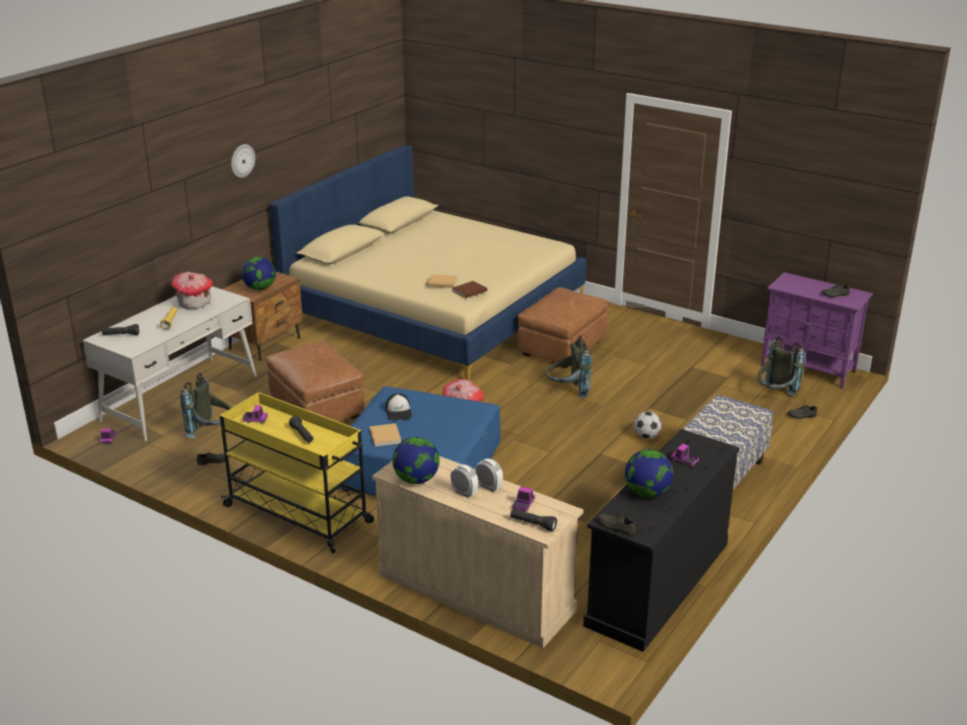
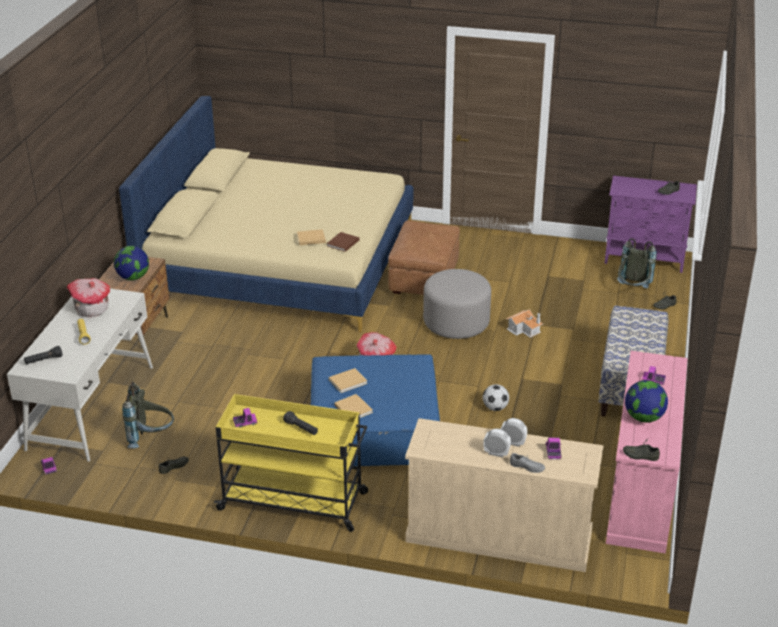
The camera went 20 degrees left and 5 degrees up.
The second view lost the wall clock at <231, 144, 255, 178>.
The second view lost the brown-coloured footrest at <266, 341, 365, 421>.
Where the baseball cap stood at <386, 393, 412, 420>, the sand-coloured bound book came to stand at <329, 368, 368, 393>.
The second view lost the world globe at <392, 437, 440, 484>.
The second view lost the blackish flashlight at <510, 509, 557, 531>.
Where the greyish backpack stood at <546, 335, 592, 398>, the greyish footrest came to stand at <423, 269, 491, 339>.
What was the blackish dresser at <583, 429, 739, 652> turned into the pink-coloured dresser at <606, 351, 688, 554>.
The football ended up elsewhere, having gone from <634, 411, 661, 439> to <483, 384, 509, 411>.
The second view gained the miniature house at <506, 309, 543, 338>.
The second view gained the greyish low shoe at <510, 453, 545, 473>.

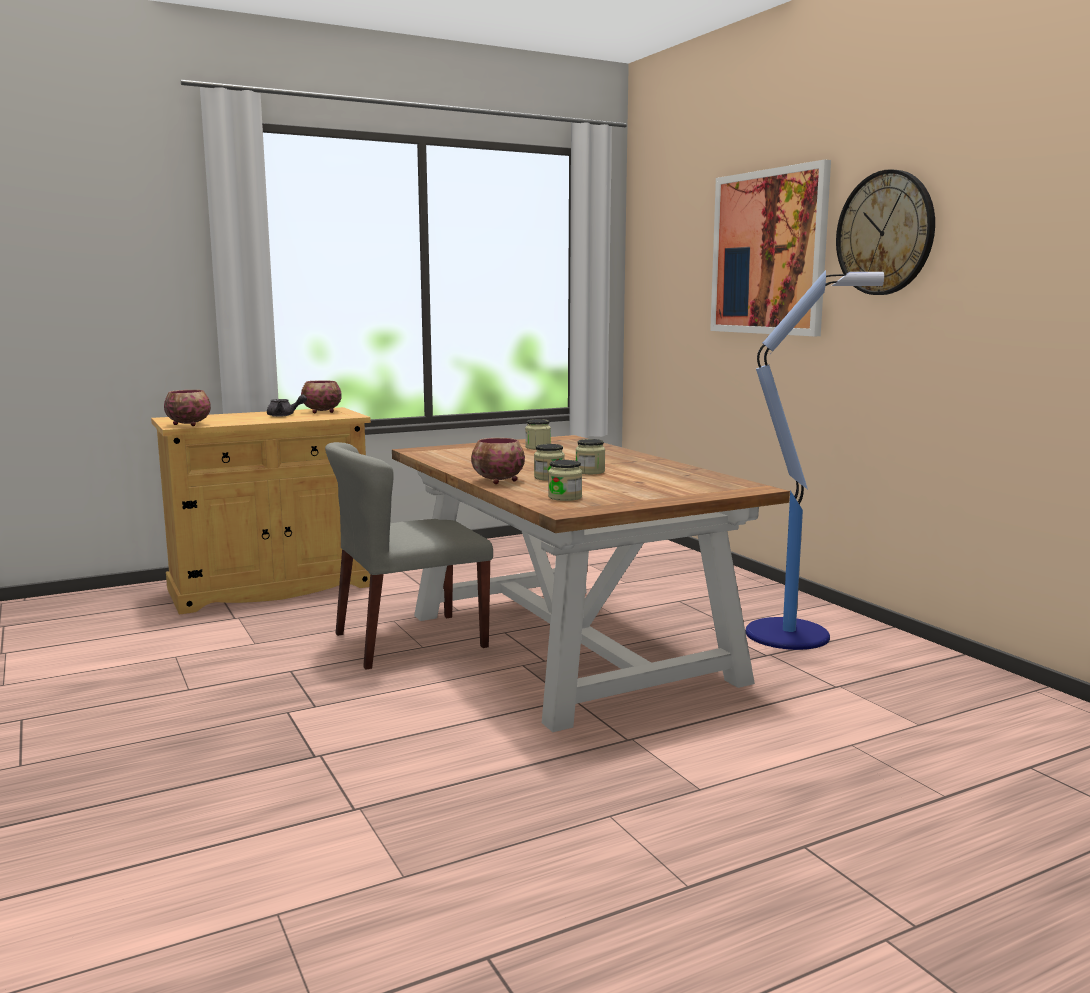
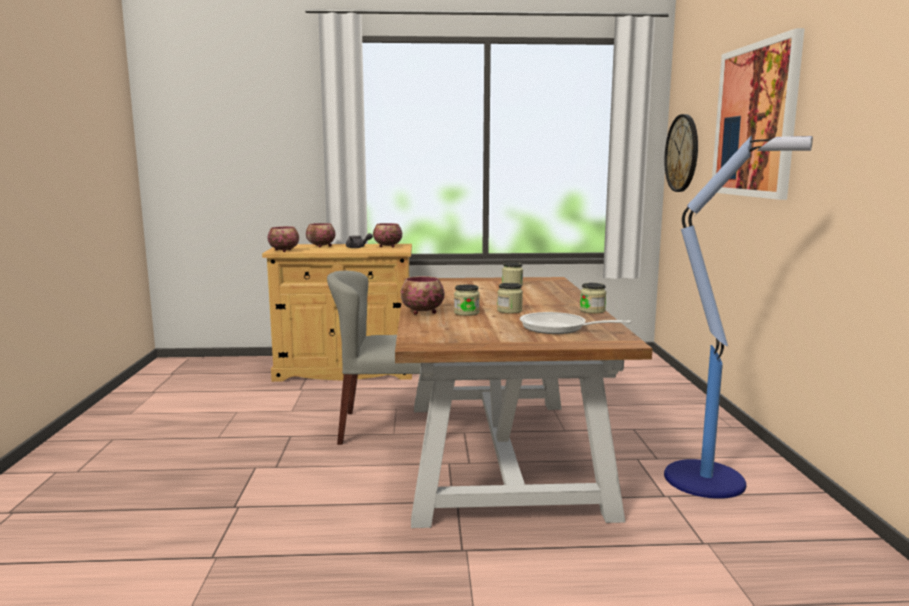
The camera went 25 degrees right and 0 degrees up.
The preserve jar ended up elsewhere, having gone from <548, 460, 582, 501> to <580, 283, 606, 314>.
The wall clock ended up elsewhere, having gone from <836, 169, 935, 295> to <664, 114, 698, 192>.
The second view gained the deep dish at <306, 223, 335, 248>.
The second view gained the skillet at <519, 312, 631, 334>.

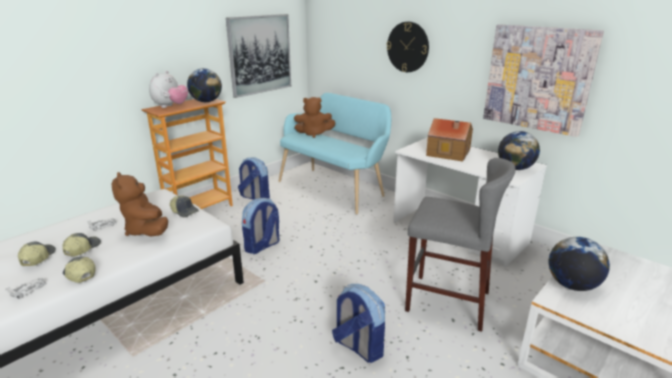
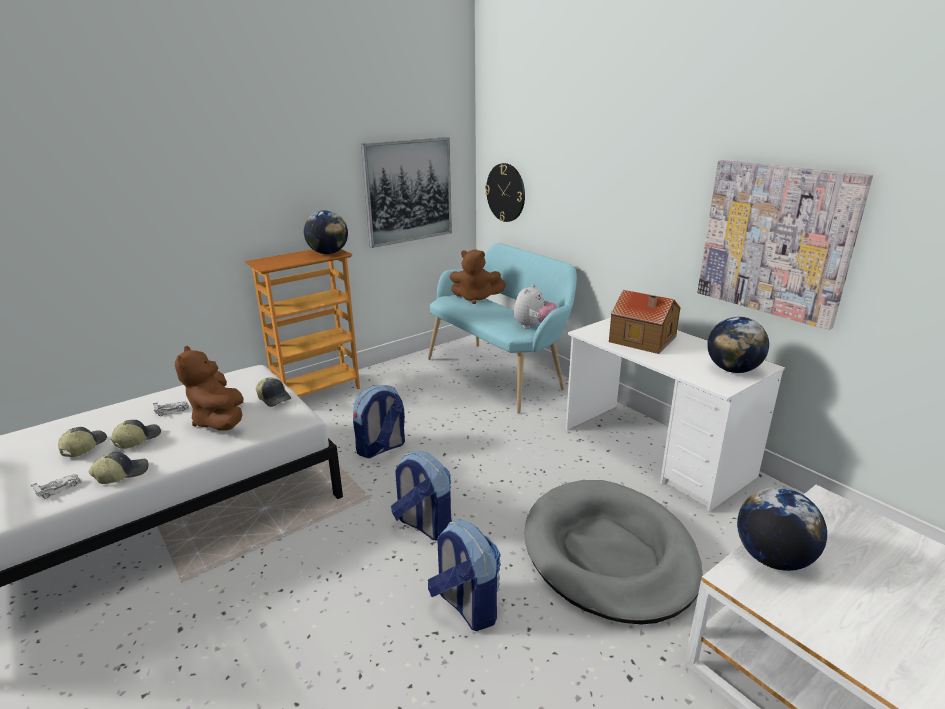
The camera went 10 degrees right and 0 degrees up.
The baseball cap at <63, 257, 96, 283> ended up facing another way, 90 degrees clockwise from before.
The soft toy ended up elsewhere, having gone from <149, 71, 188, 108> to <514, 284, 557, 329>.
The backpack ended up elsewhere, having gone from <238, 157, 270, 200> to <391, 451, 452, 540>.
The wall clock ended up elsewhere, having gone from <387, 22, 429, 72> to <485, 163, 525, 222>.
Where the greyish stool stood at <405, 158, 516, 332>, the greyish pet bed came to stand at <524, 480, 702, 625>.

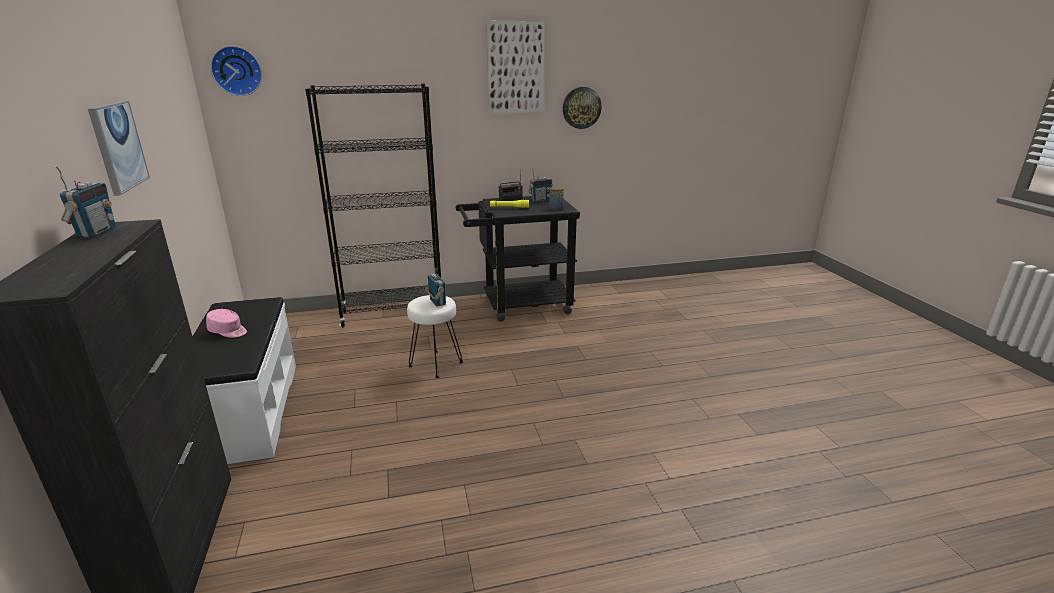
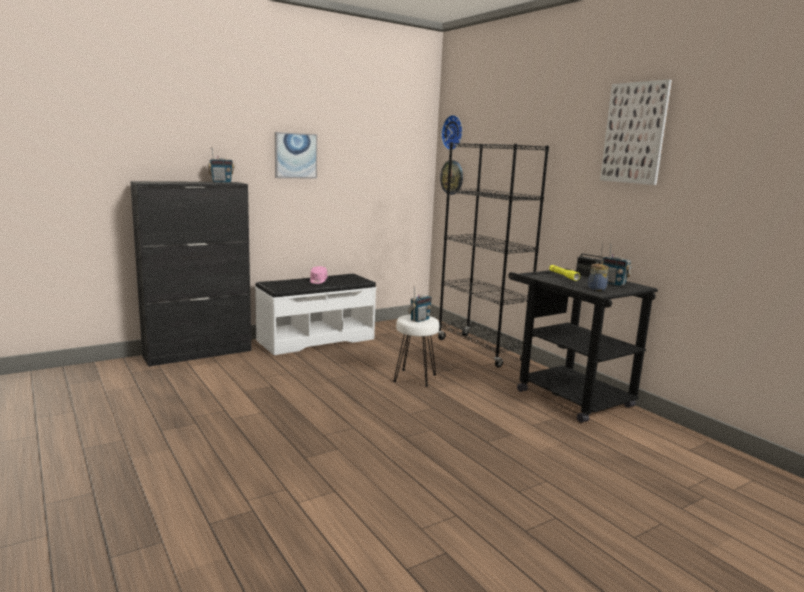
The camera went 70 degrees right and 10 degrees down.
The wall clock ended up elsewhere, having gone from <563, 87, 602, 129> to <440, 160, 463, 195>.

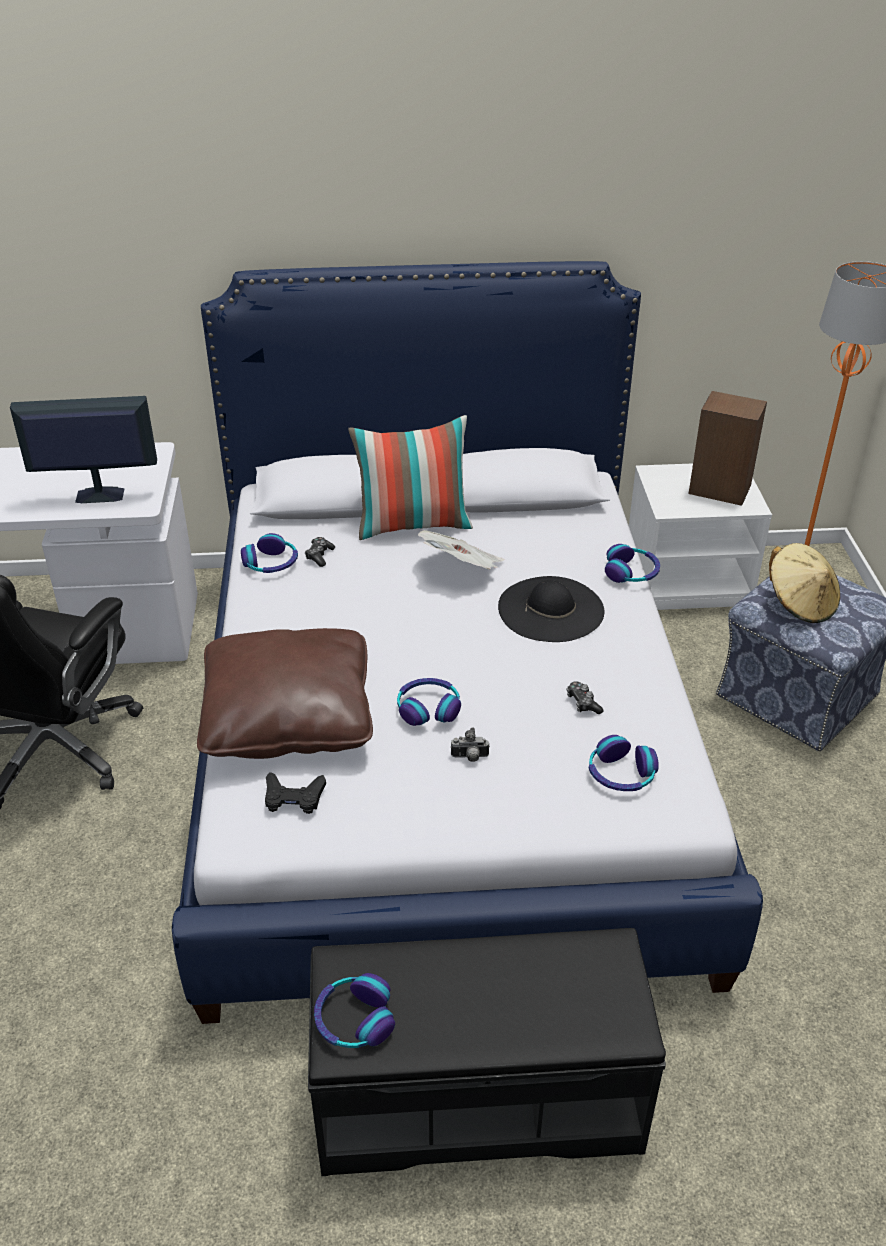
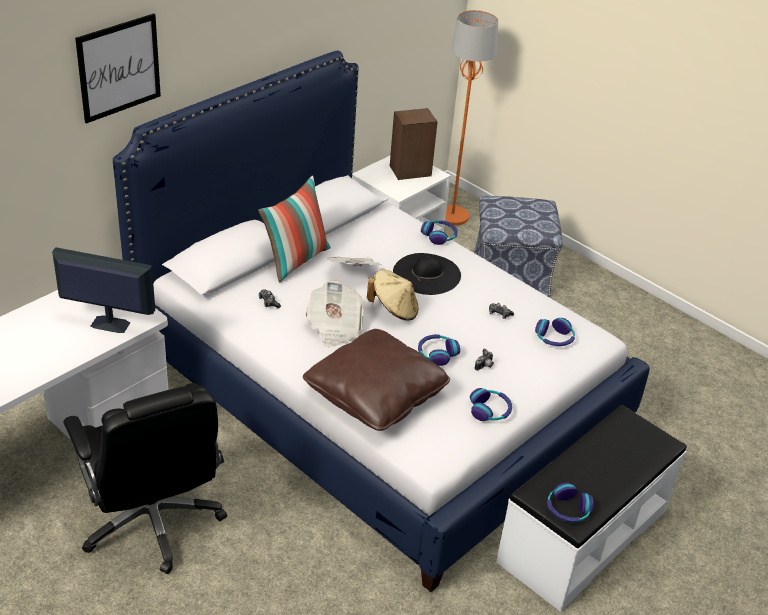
The camera went 45 degrees left and 0 degrees up.
The computer display at <10, 396, 157, 503> ended up facing another way, 60 degrees clockwise from before.
The pair of headphones ended up elsewhere, having gone from <241, 533, 298, 573> to <470, 388, 512, 421>.
The second view lost the blackish gamepad at <265, 772, 326, 814>.
What was the blackish long seat at <308, 928, 666, 1176> turned into the whitish long seat at <496, 405, 687, 612>.
The sand-coloured hat ended up elsewhere, having gone from <769, 543, 840, 623> to <367, 270, 419, 320>.
The second view gained the wall art at <75, 13, 161, 124>.
The second view gained the newspaper at <305, 281, 364, 348>.

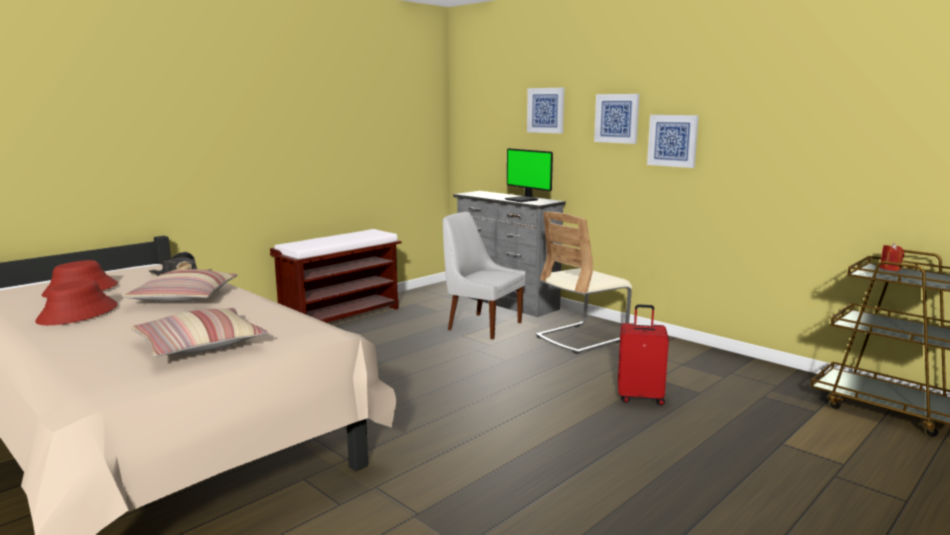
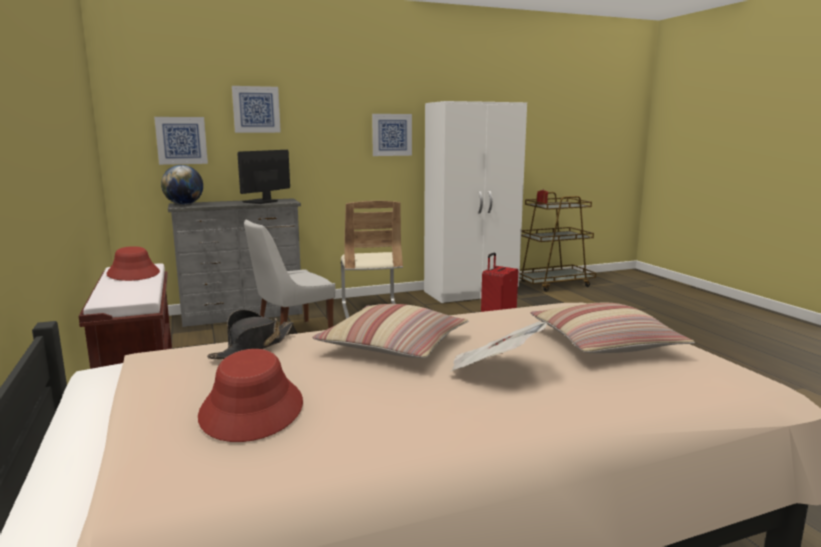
The camera went 65 degrees left and 0 degrees up.
The red-coloured hat ended up elsewhere, having gone from <35, 279, 118, 325> to <106, 246, 160, 281>.
The computer display at <505, 148, 553, 202> ended up facing another way, 135 degrees clockwise from before.
The wall art ended up elsewhere, having gone from <594, 94, 639, 144> to <154, 117, 208, 165>.
The second view gained the world globe at <161, 165, 203, 205>.
The second view gained the whitish armoire at <424, 101, 527, 303>.
The second view gained the newspaper at <450, 321, 547, 372>.

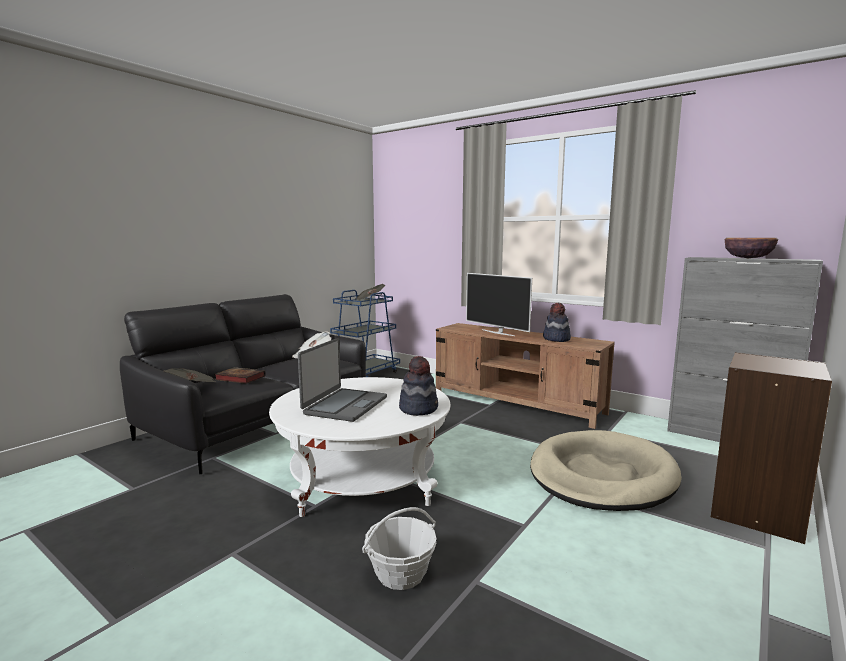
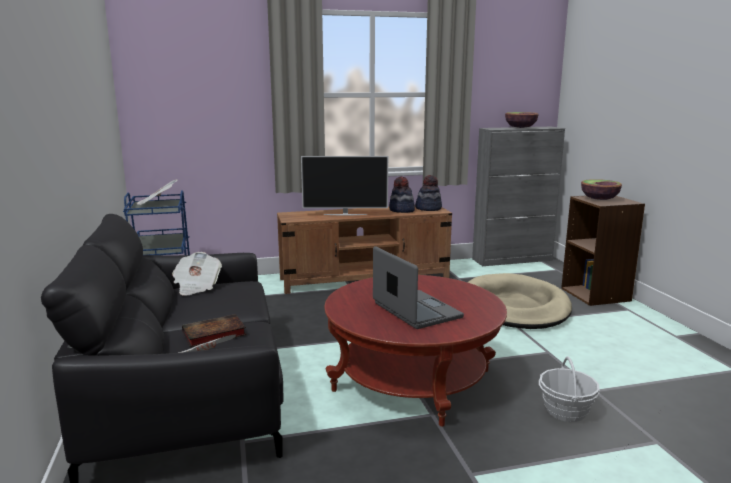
The camera went 50 degrees left and 5 degrees up.
What was the whitish lounge table at <269, 377, 451, 517> turned into the red-coloured lounge table at <324, 275, 507, 427>.
The hat ended up elsewhere, having gone from <399, 356, 438, 416> to <415, 175, 442, 211>.
The second view gained the deep dish at <581, 179, 622, 200>.

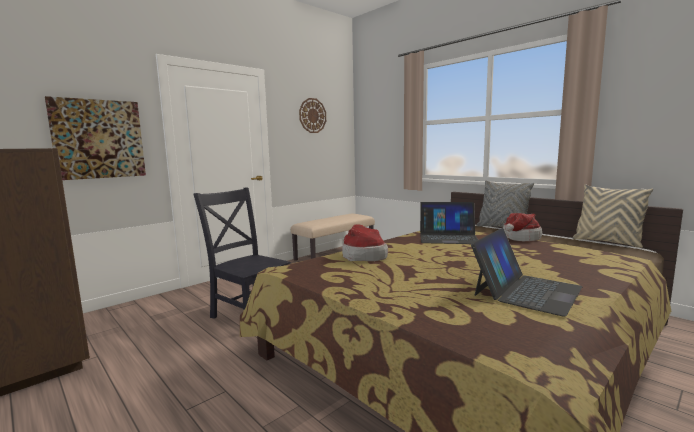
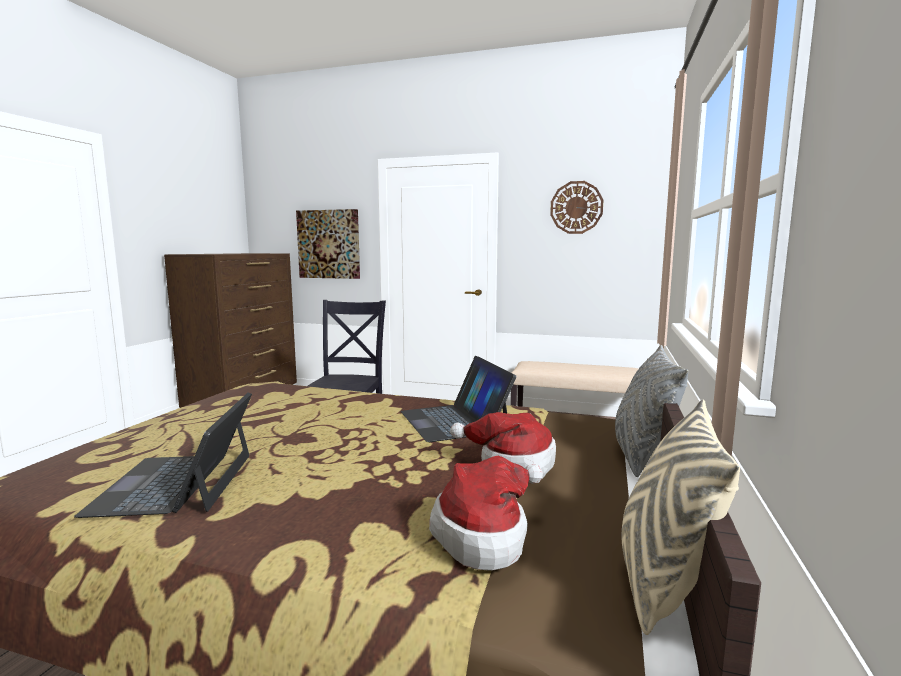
The camera went 60 degrees right and 0 degrees up.
The hat ended up elsewhere, having gone from <342, 224, 388, 261> to <429, 456, 543, 571>.
The laptop at <471, 228, 583, 316> ended up facing another way, 75 degrees clockwise from before.

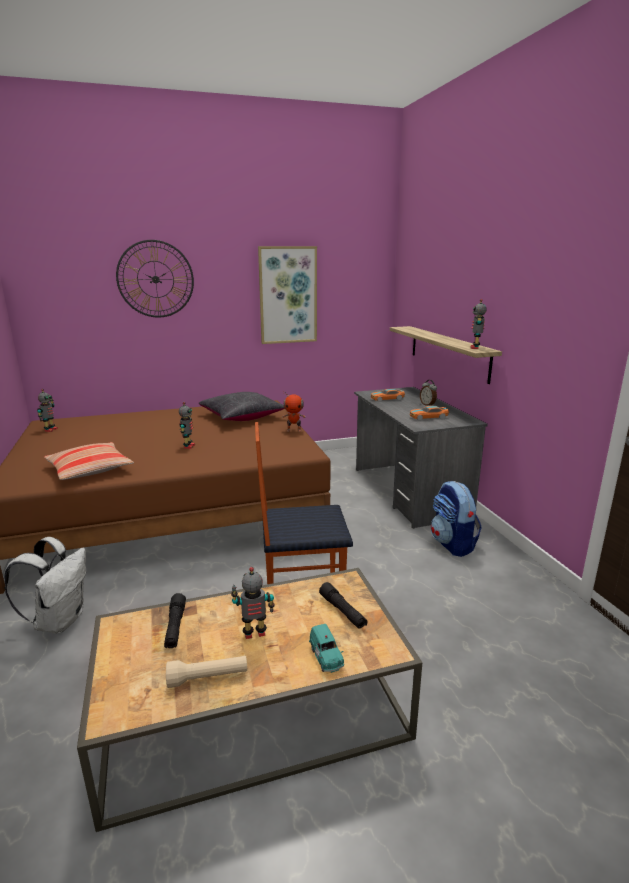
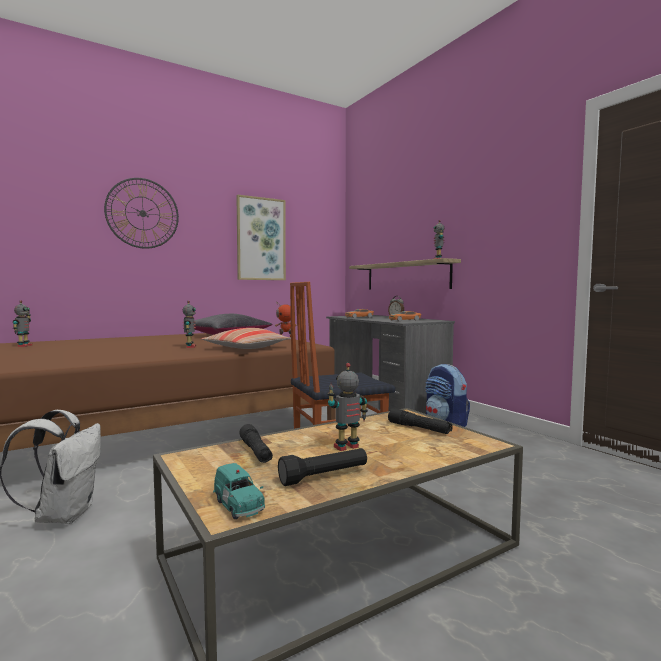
The camera went 15 degrees left and 15 degrees down.
The throw pillow ended up elsewhere, having gone from <44, 442, 134, 480> to <201, 328, 291, 349>.
What was the sand-coloured flashlight at <166, 656, 247, 688> turned into the blackish flashlight at <278, 448, 367, 486>.
The turquoise-coloured toy car ended up elsewhere, having gone from <309, 624, 344, 673> to <213, 463, 265, 519>.

